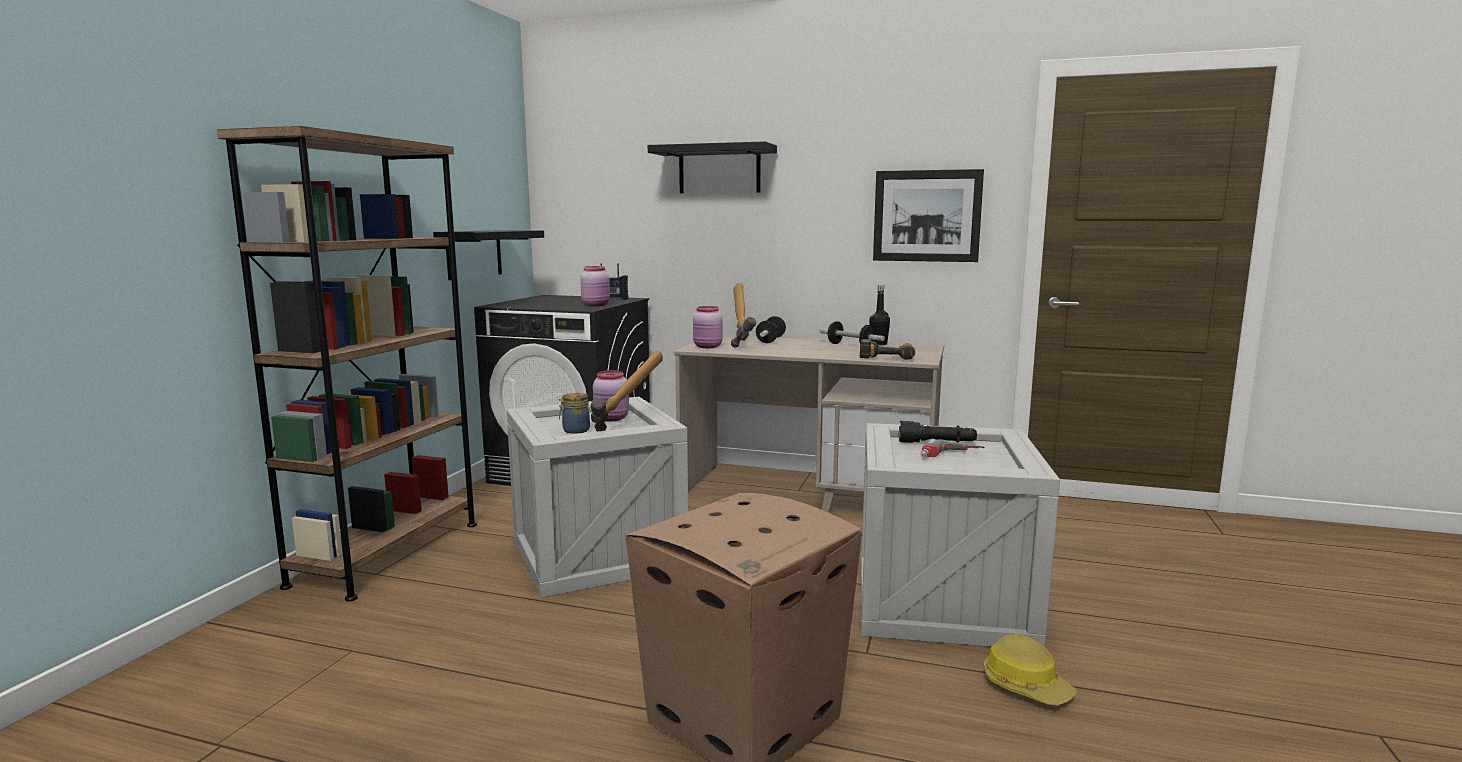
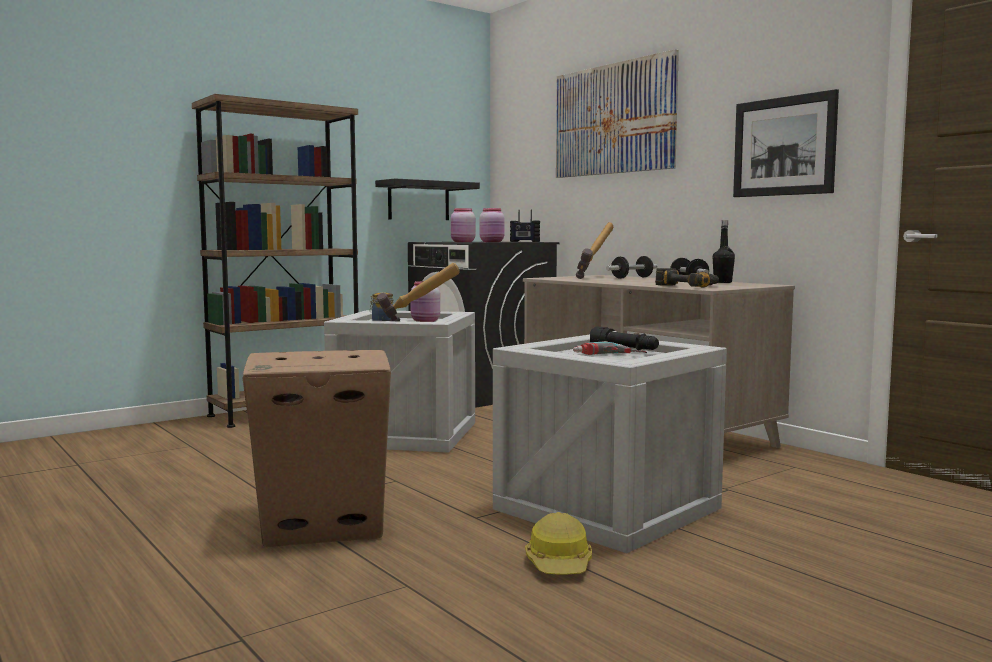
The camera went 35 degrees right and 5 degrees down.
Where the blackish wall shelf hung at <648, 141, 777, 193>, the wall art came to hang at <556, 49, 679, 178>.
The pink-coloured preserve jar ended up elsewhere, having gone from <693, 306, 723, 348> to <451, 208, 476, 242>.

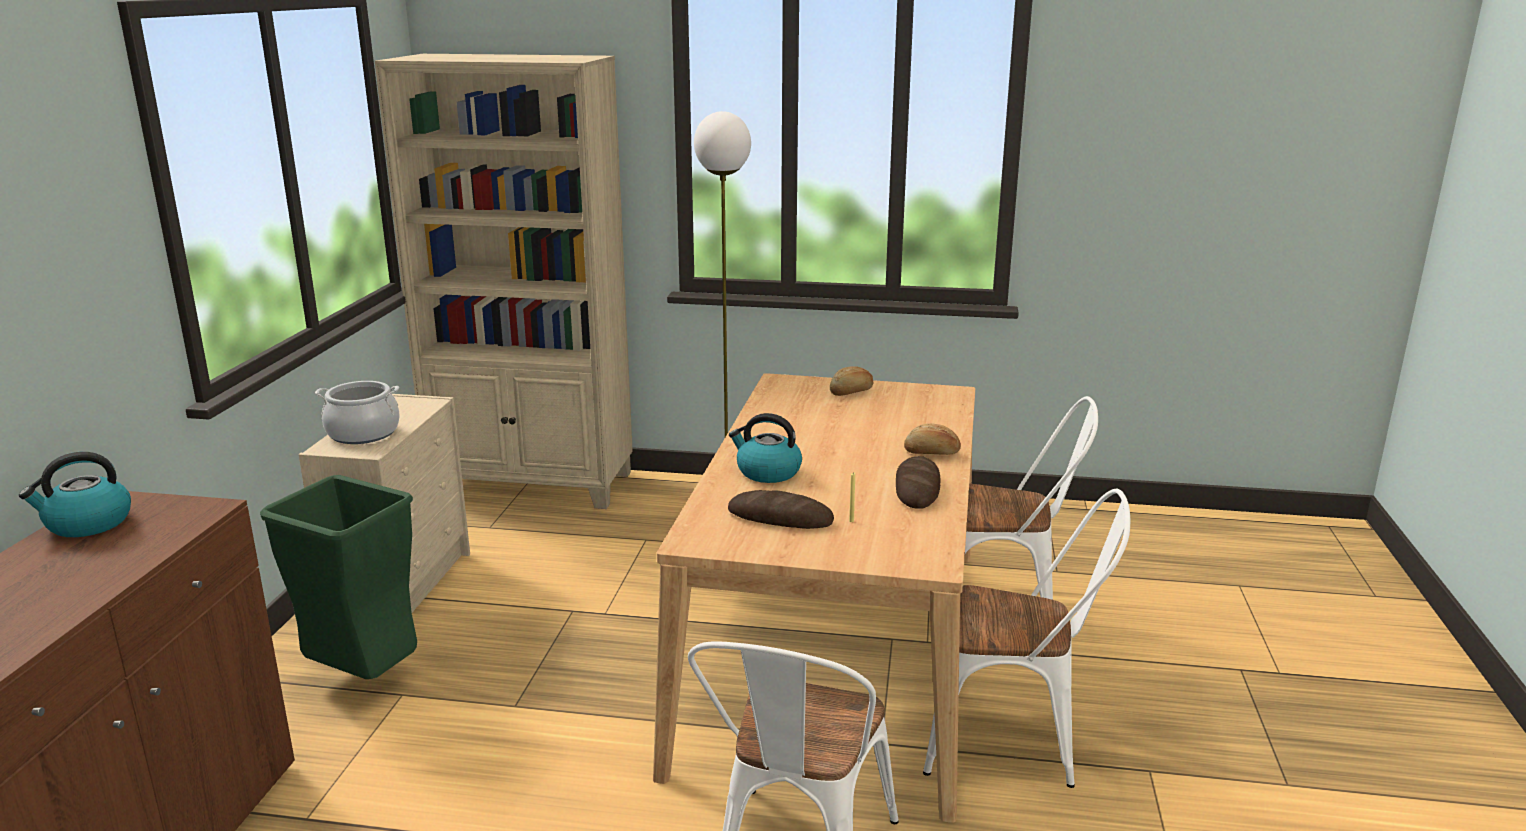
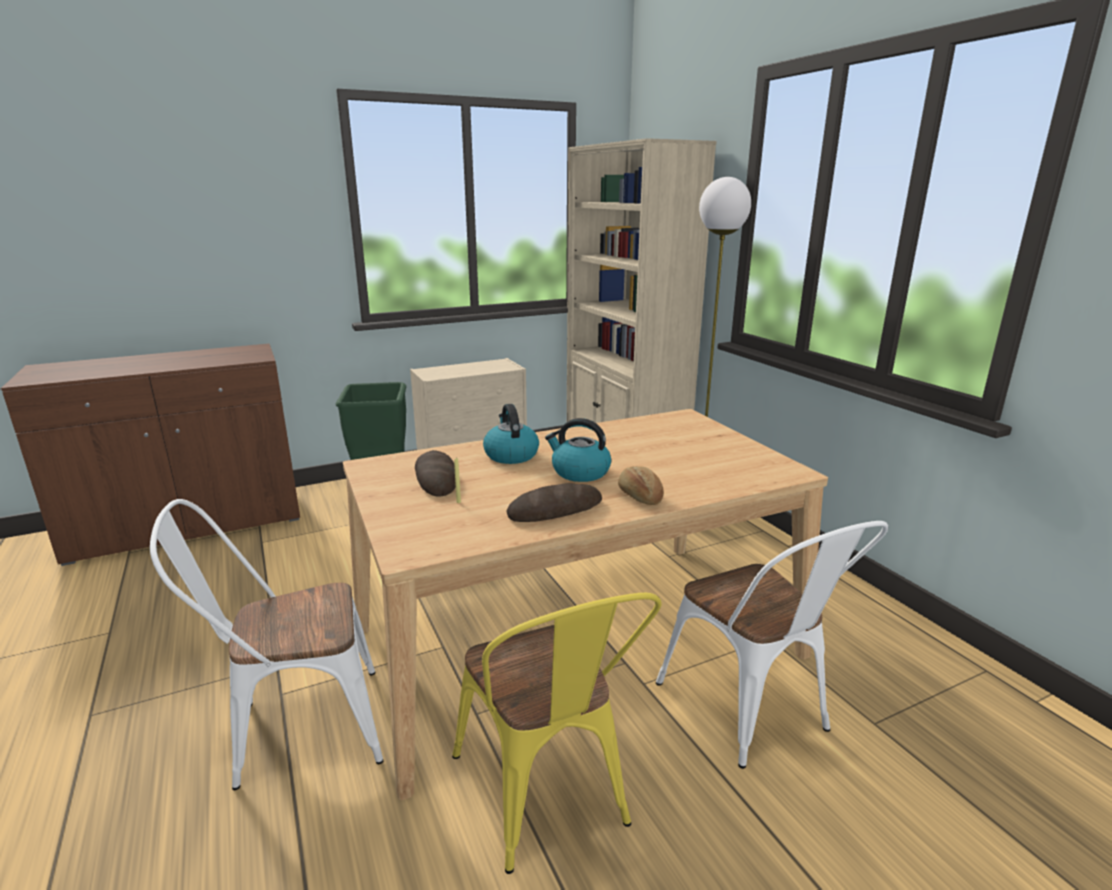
The camera went 55 degrees right and 0 degrees up.
The tea kettle ended up elsewhere, having gone from <19, 452, 131, 537> to <545, 418, 611, 482>.
The second view lost the saucepot at <315, 381, 400, 444>.
The second view lost the baked bread at <830, 366, 873, 396>.
What was the whitish chair at <923, 489, 1130, 788> turned into the yellow chair at <452, 593, 662, 874>.

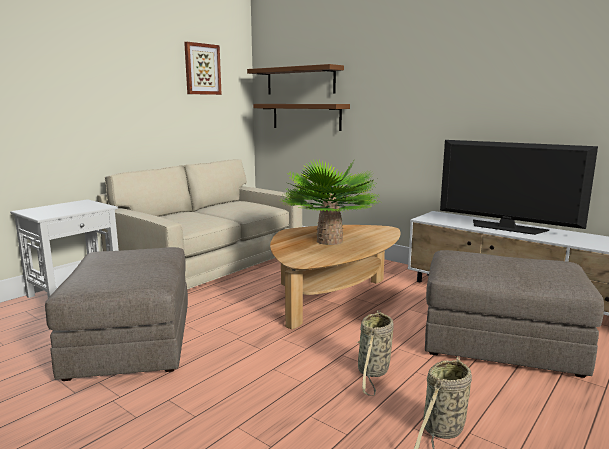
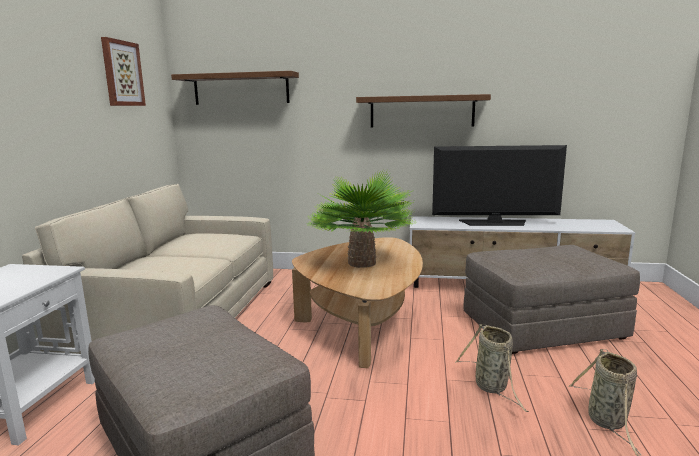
The camera went 30 degrees left and 0 degrees up.
The brown-coloured wall shelf ended up elsewhere, having gone from <253, 104, 350, 131> to <356, 94, 491, 128>.

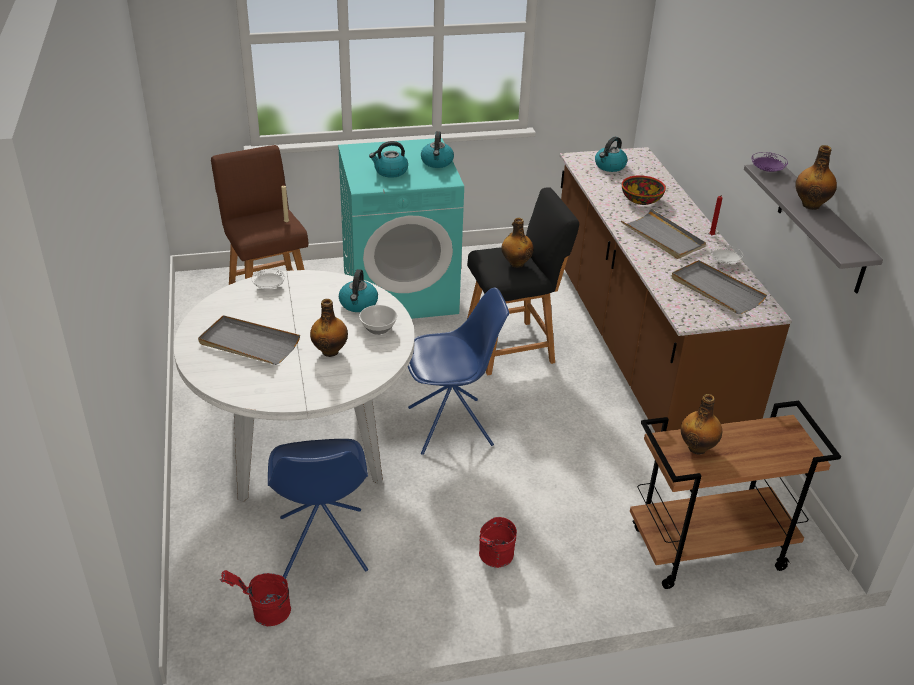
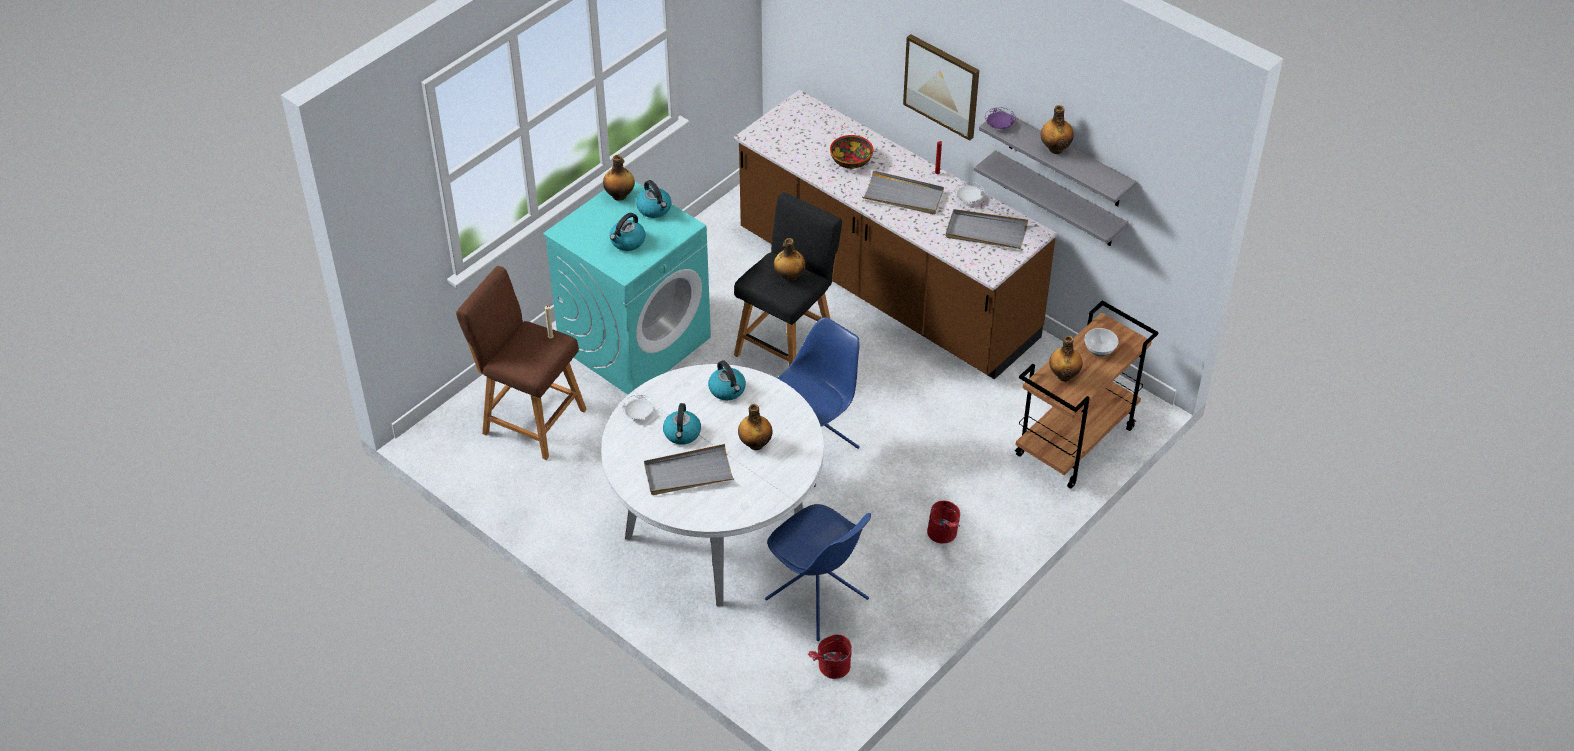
The camera went 35 degrees left and 10 degrees up.
The deep dish ended up elsewhere, having gone from <359, 305, 397, 335> to <1084, 328, 1118, 357>.
The tea kettle ended up elsewhere, having gone from <595, 137, 628, 172> to <663, 403, 701, 445>.
The second view gained the beverage bottle at <603, 155, 635, 201>.
The second view gained the wall art at <903, 34, 979, 141>.
The second view gained the greyish wall shelf at <974, 150, 1128, 246>.

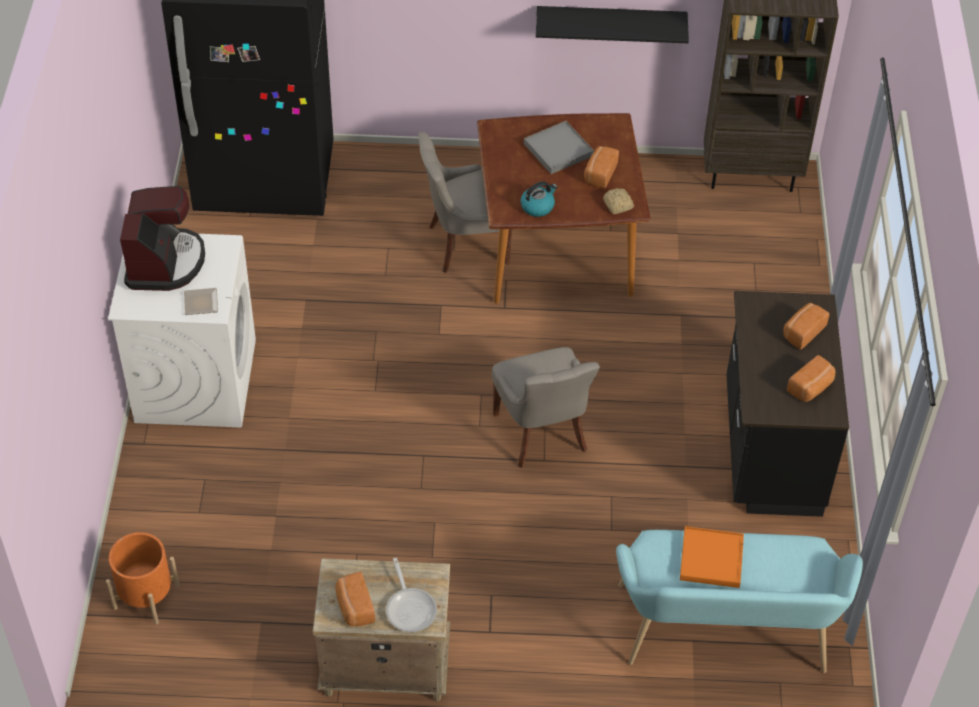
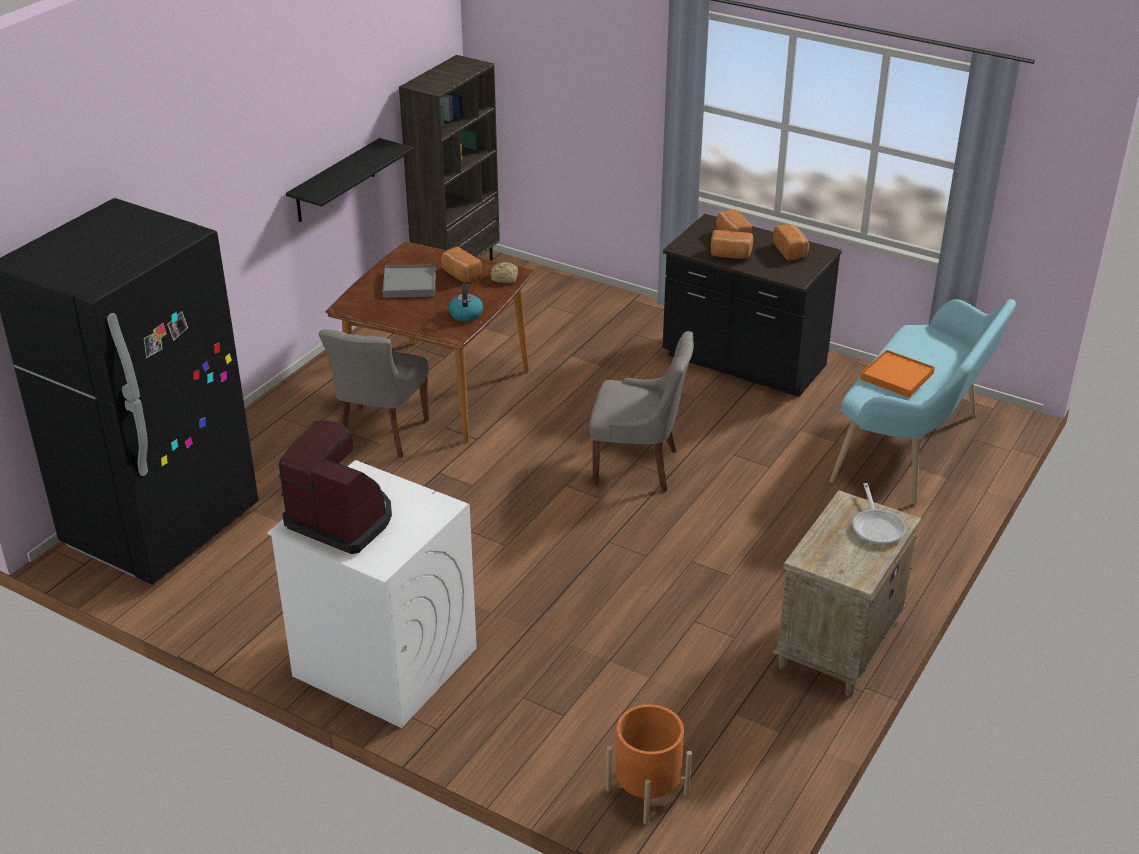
The camera went 60 degrees left and 15 degrees down.
The second view lost the plate at <184, 288, 218, 315>.
The baked bread ended up elsewhere, having gone from <335, 572, 375, 626> to <711, 230, 753, 259>.
The skillet at <386, 558, 437, 632> ended up facing another way, 75 degrees clockwise from before.

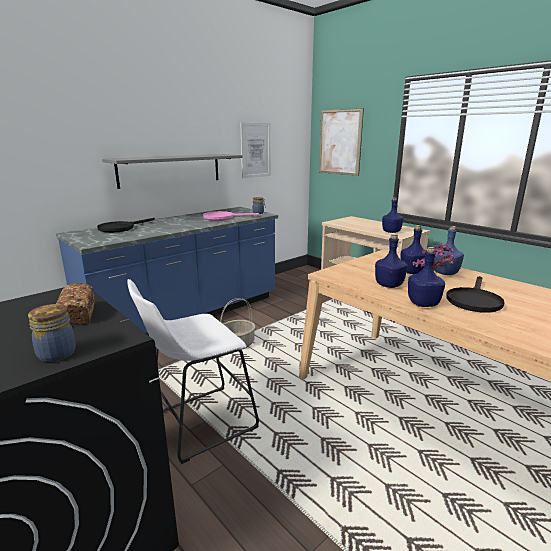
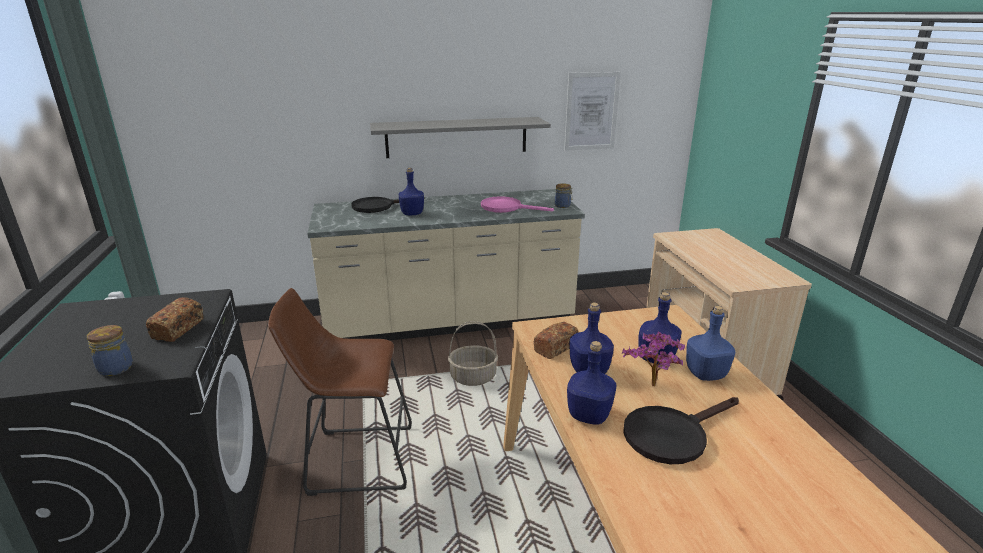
The camera went 30 degrees right and 5 degrees up.
What was the bluish kitchen counter at <56, 207, 278, 336> turned into the sand-coloured kitchen counter at <307, 189, 585, 340>.
What was the whitish stool at <127, 279, 259, 464> turned into the brown-coloured stool at <268, 288, 412, 496>.
The second view lost the wall art at <319, 108, 364, 176>.
The bluish beverage bottle ended up elsewhere, having gone from <382, 197, 404, 233> to <399, 168, 424, 215>.
The second view gained the baked bread at <534, 322, 579, 359>.

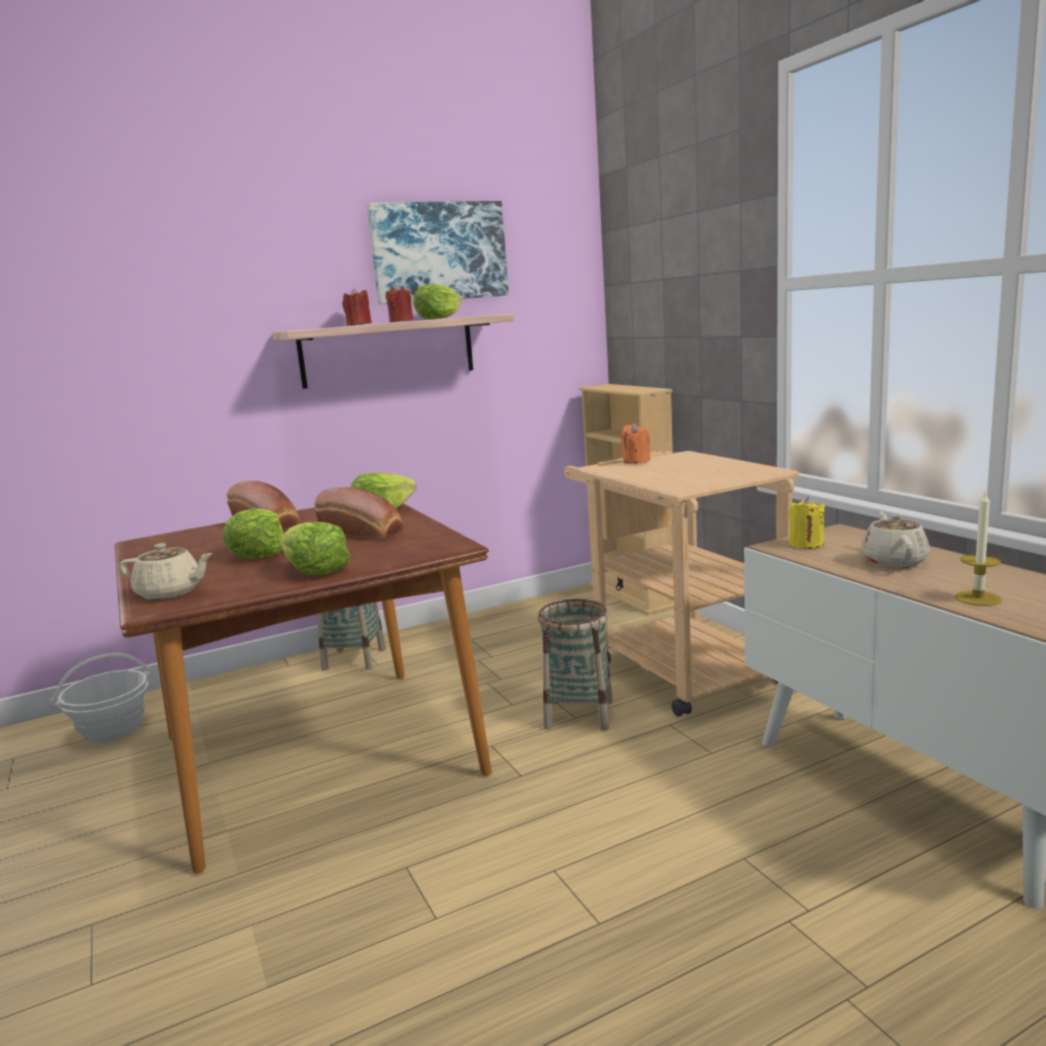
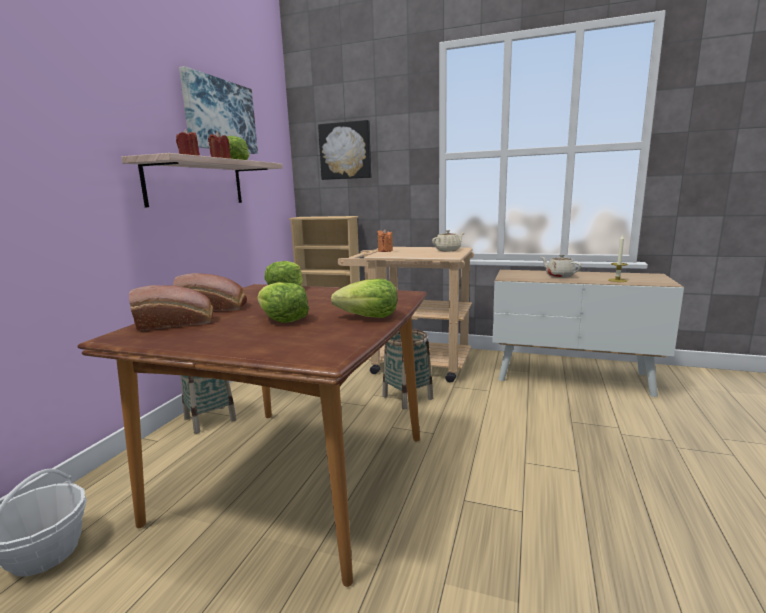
The camera went 45 degrees left and 0 degrees up.
The sand-coloured pot for tea ended up elsewhere, having gone from <120, 543, 212, 600> to <432, 230, 464, 251>.
The baked bread ended up elsewhere, having gone from <314, 487, 403, 539> to <129, 285, 213, 331>.
The second view lost the yellow wax candle at <789, 497, 825, 549>.
The second view gained the wall art at <318, 120, 372, 180>.

